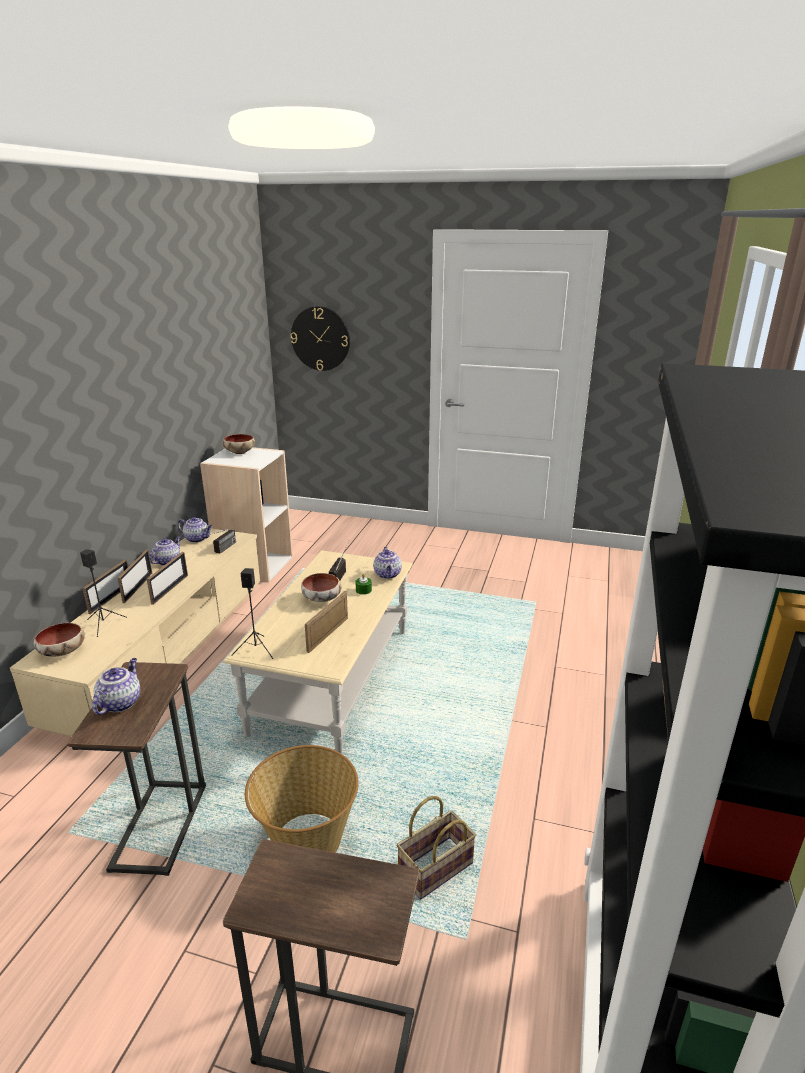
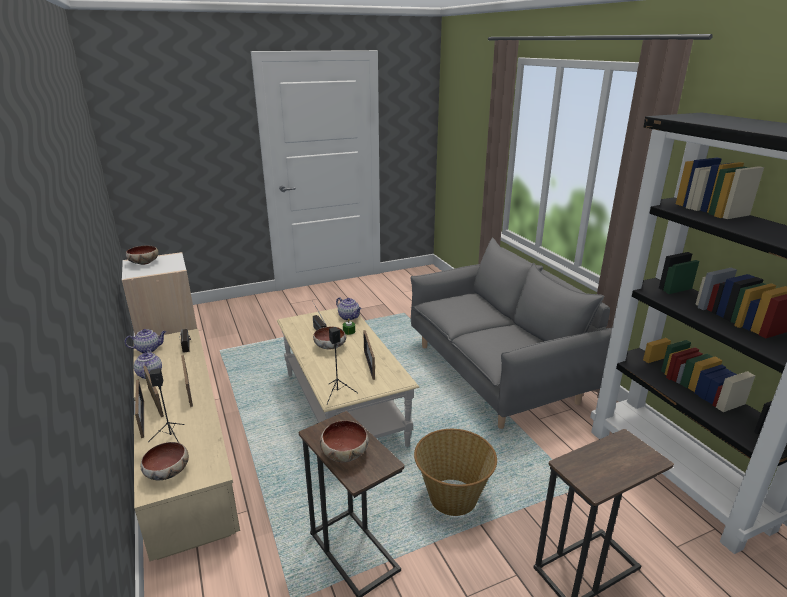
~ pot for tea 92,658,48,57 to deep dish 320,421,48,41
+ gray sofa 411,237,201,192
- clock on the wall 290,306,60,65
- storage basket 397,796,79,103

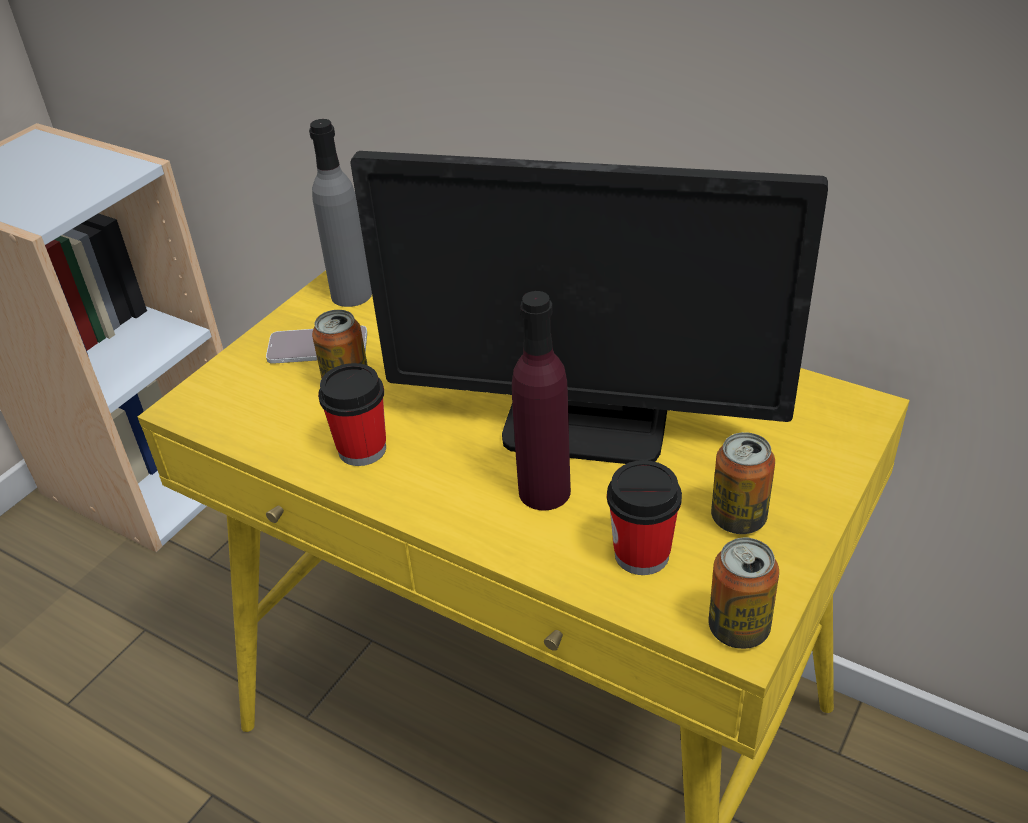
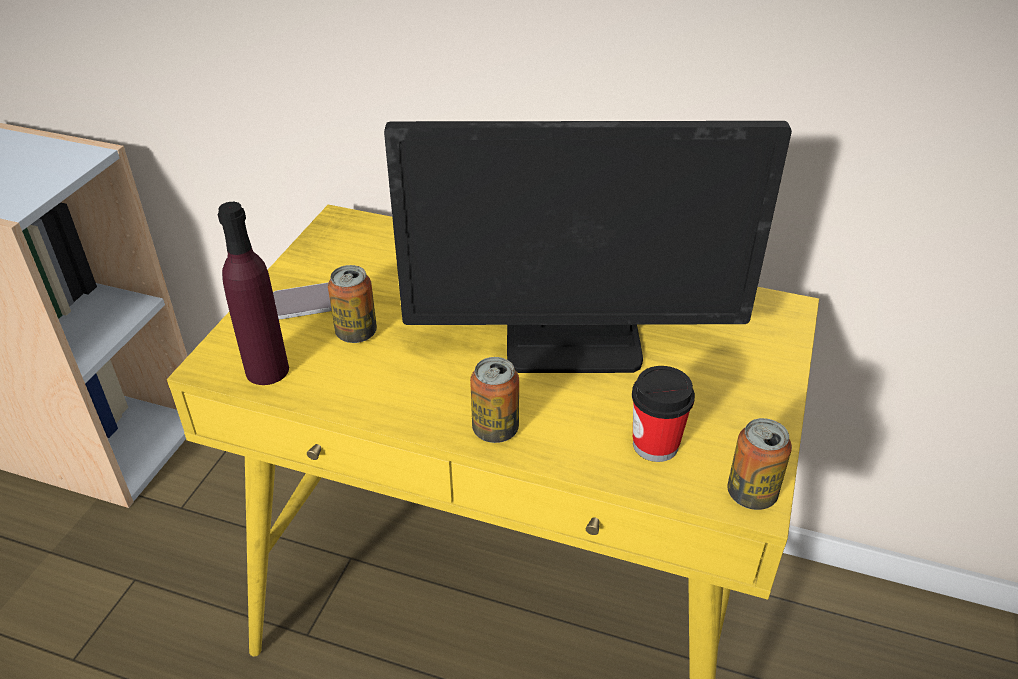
~ purple drink bottle 512,291,59,219 to 218,202,71,183
~ sealed can 711,432,64,102 to 470,357,49,86
- gray drink bottle 309,119,63,188
- drinking cup 318,363,68,103

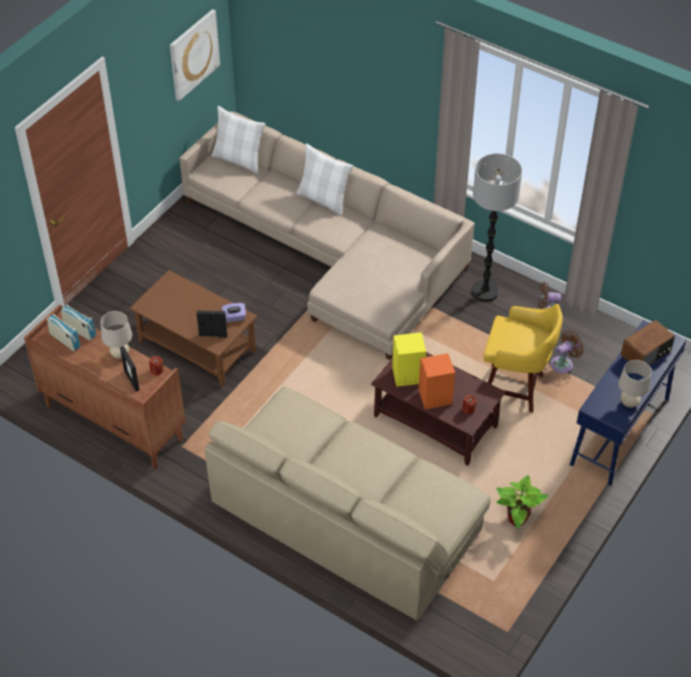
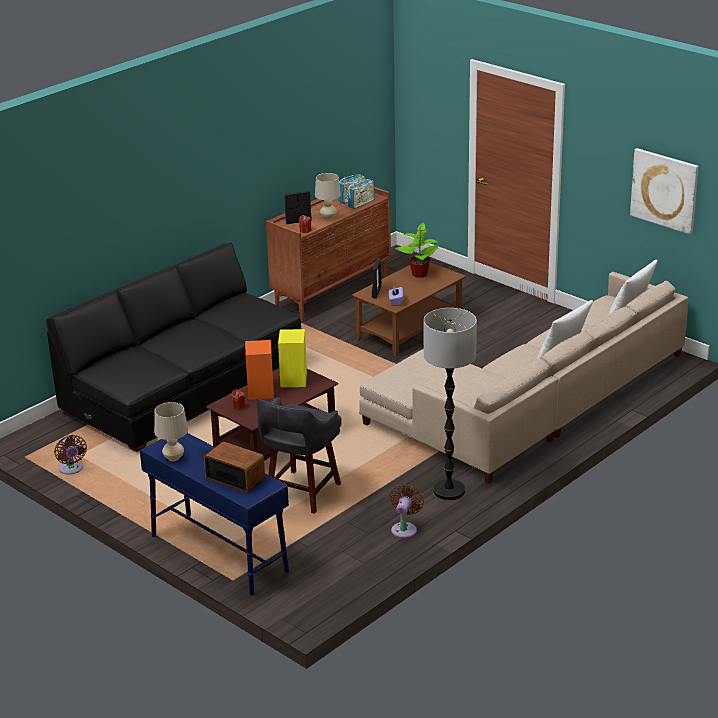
~ beige sofa 204,386,287,234 to blackish sofa 46,242,255,210
~ brown-coloured cooling fan 551,330,33,43 to 54,435,33,39
~ radio 621,320,54,46 = 204,442,61,51 150 degrees clockwise
~ yellow-coloured stool 483,304,80,109 to gray stool 256,397,86,117
~ plant in a pot 496,475,52,54 to 395,223,44,55

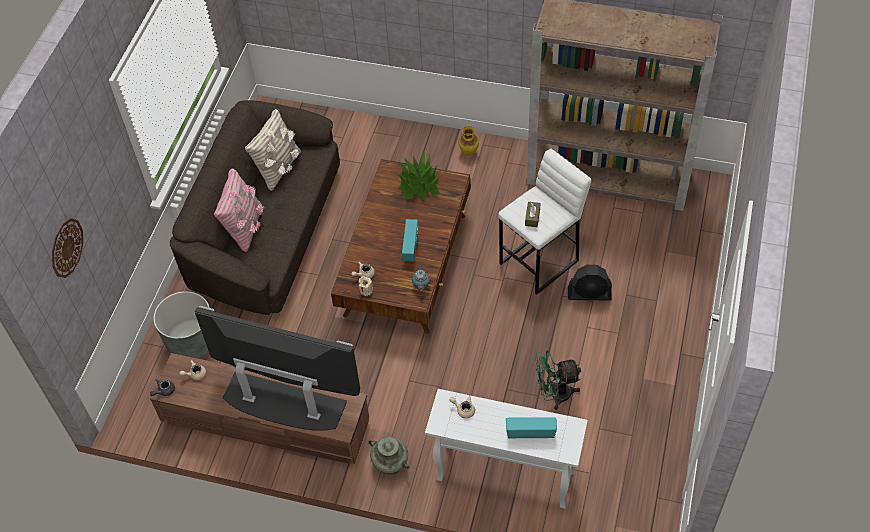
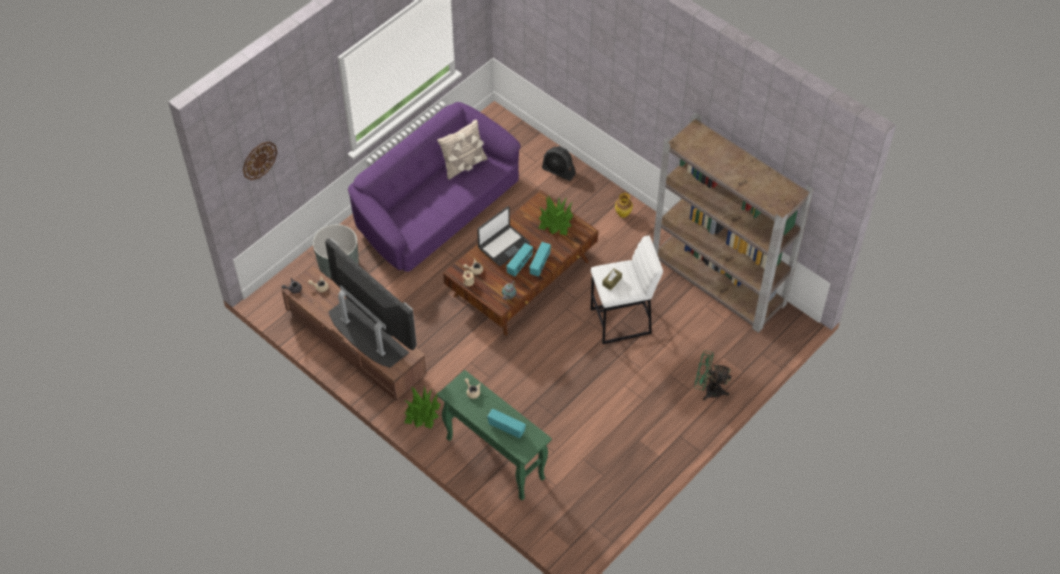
~ brown-coloured sofa 170,100,170,215 to purple sofa 348,102,173,170
~ blue-green decorative vase 369,437,41,38 to plant in a pot 404,386,37,43
~ white-coloured narrow table 425,389,163,120 to green narrow table 437,370,115,130
+ notebook computer 477,206,53,60
+ radio 529,242,22,35
~ blackish cooling fan 568,265,44,36 to 542,146,34,35
~ green cooling fan 535,350,46,60 to 695,351,37,50
- pink-coloured pillow 214,168,49,84

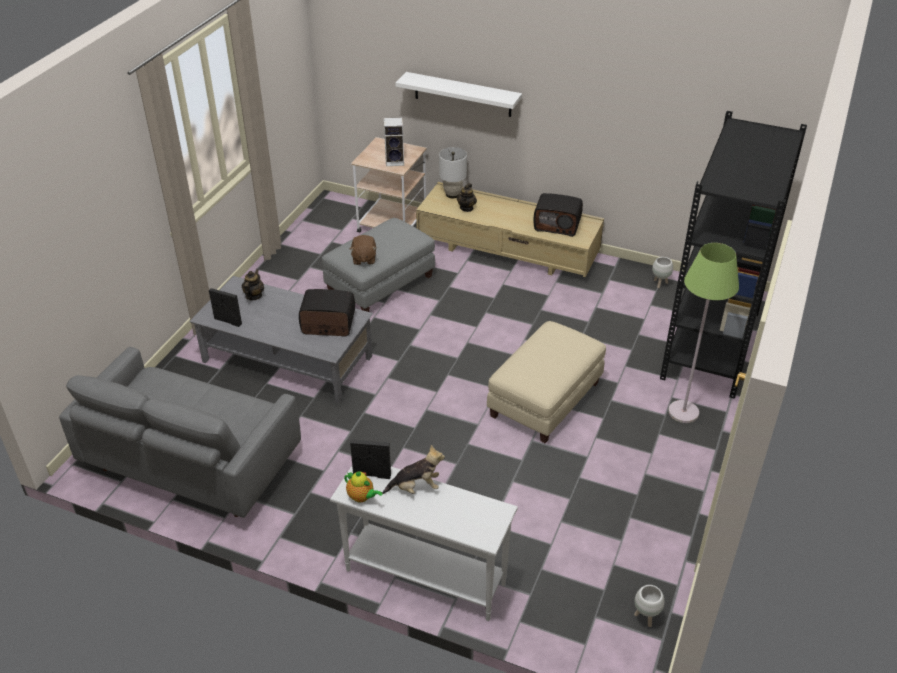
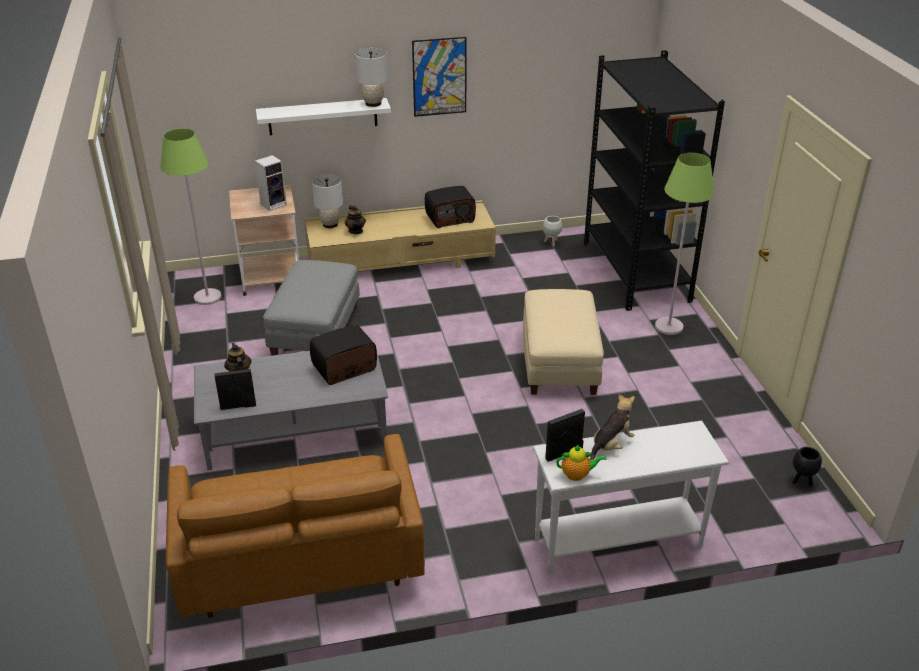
+ green floor lamp 160,128,62,177
~ gray sofa 59,347,242,171 to brown-coloured sofa 166,434,259,184
+ white-coloured lamp for a table 355,48,33,59
+ picture 412,37,55,80
~ white-coloured planter 634,585,31,42 to blackish planter 792,447,30,39
- brown-coloured soft toy 350,235,27,30

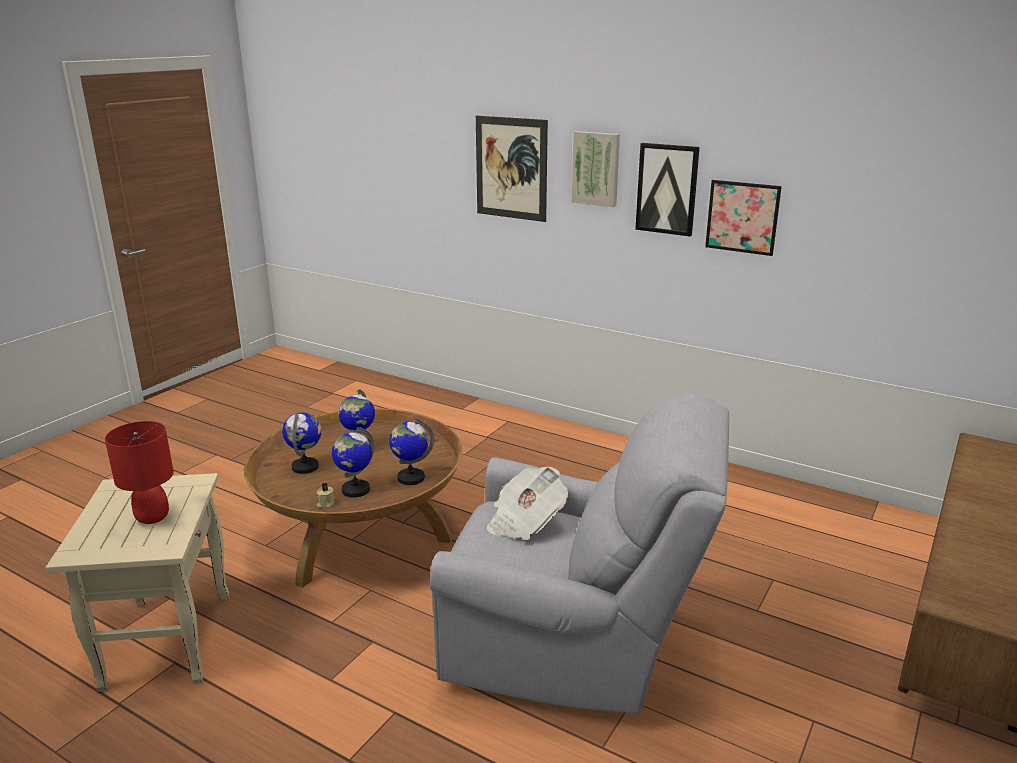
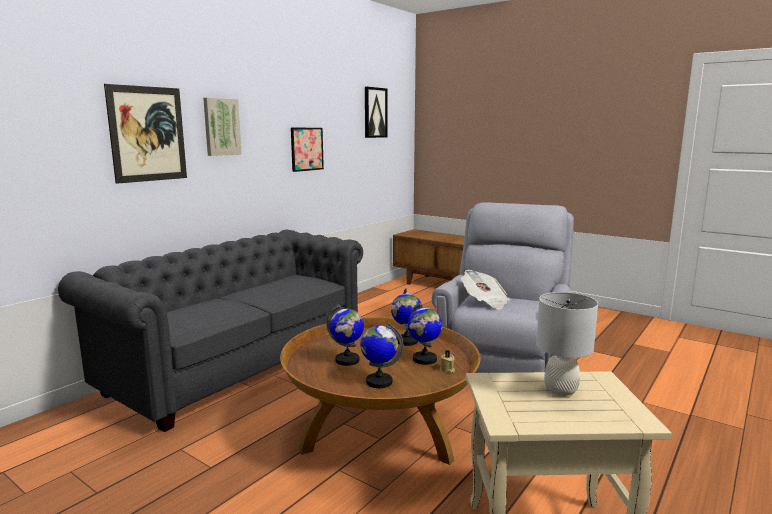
+ gray sofa 58,230,305,202
~ picture 635,143,65,93 to 365,87,22,51
~ red lamp for a table 105,421,69,103 to gray lamp for a table 536,292,62,104

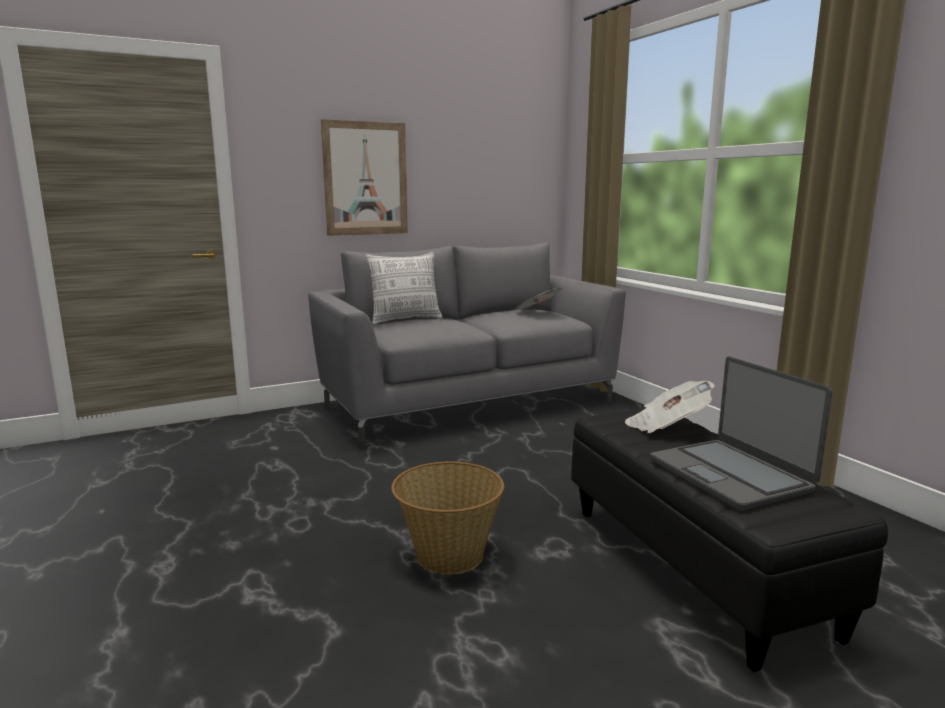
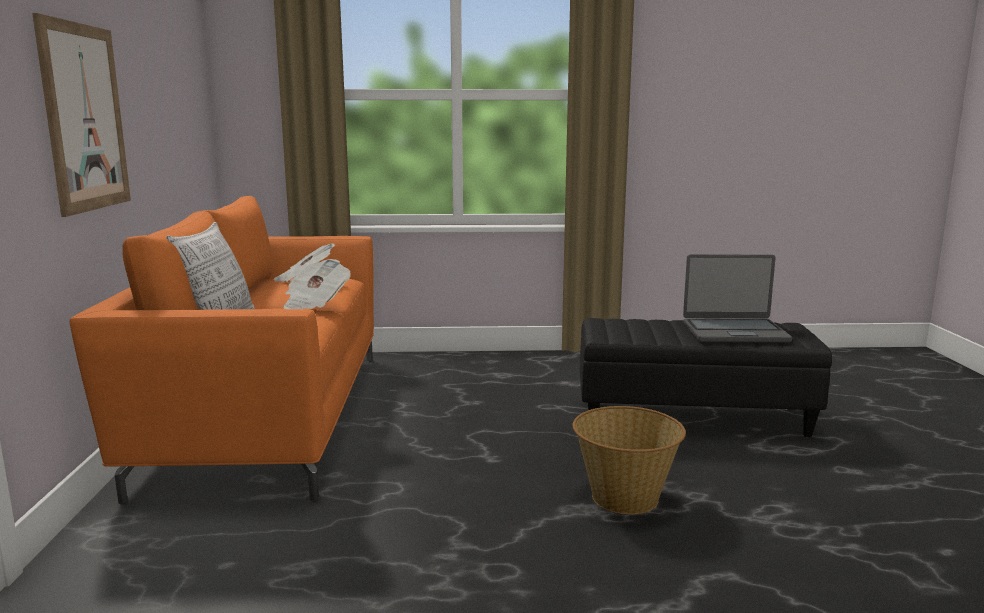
~ gray sofa 308,242,318,206 to orange-coloured sofa 70,196,304,308
~ printed paper 625,381,90,52 to 283,259,68,50

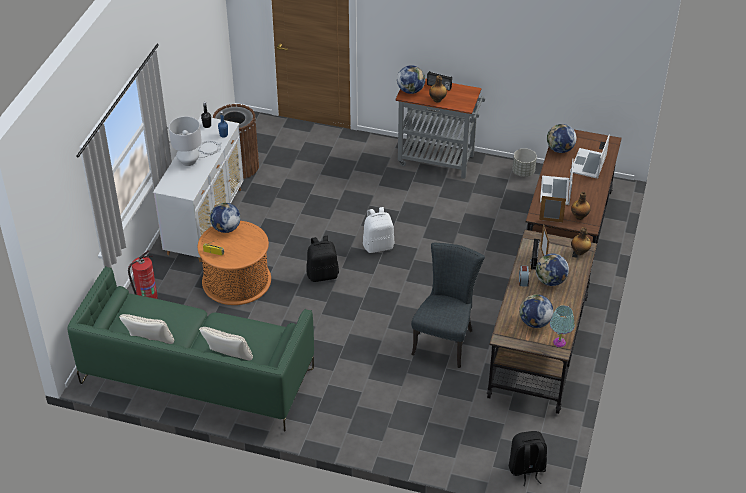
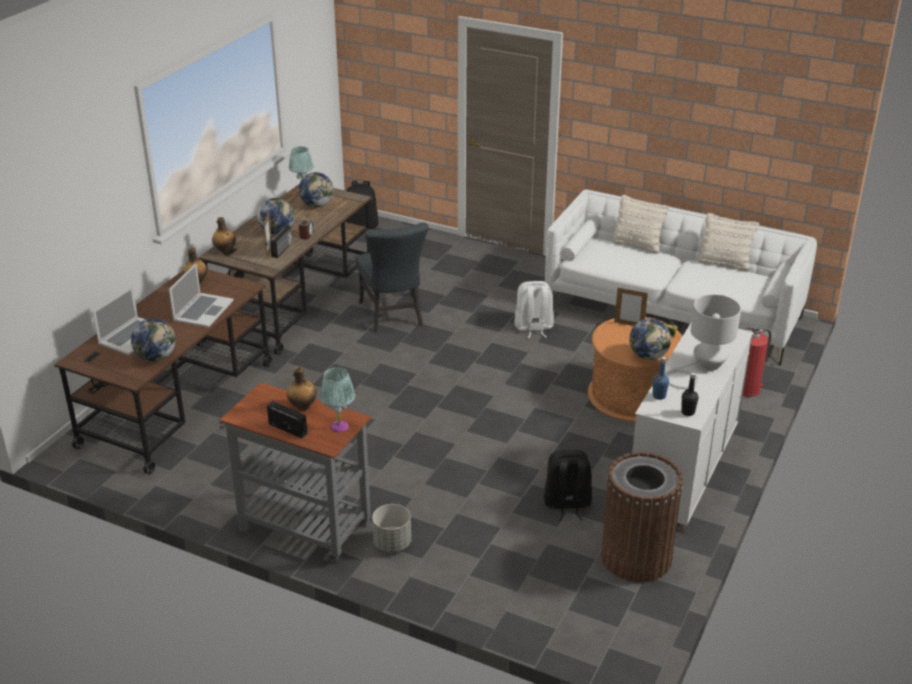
~ world globe 397,65,28,29 to blue-green lamp for a table 320,367,35,66
~ gray upright chair 411,243,74,125 = 355,223,74,110 45 degrees counterclockwise
~ gray planter 513,148,24,29 to 372,504,39,48
~ white-coloured knapsack 363,207,32,46 to 514,281,40,57
~ blackish knapsack 307,236,32,46 to 544,450,48,71
~ green sofa 67,266,247,166 to white-coloured sofa 545,189,272,177
~ photo frame 539,196,27,27 to 615,288,33,38

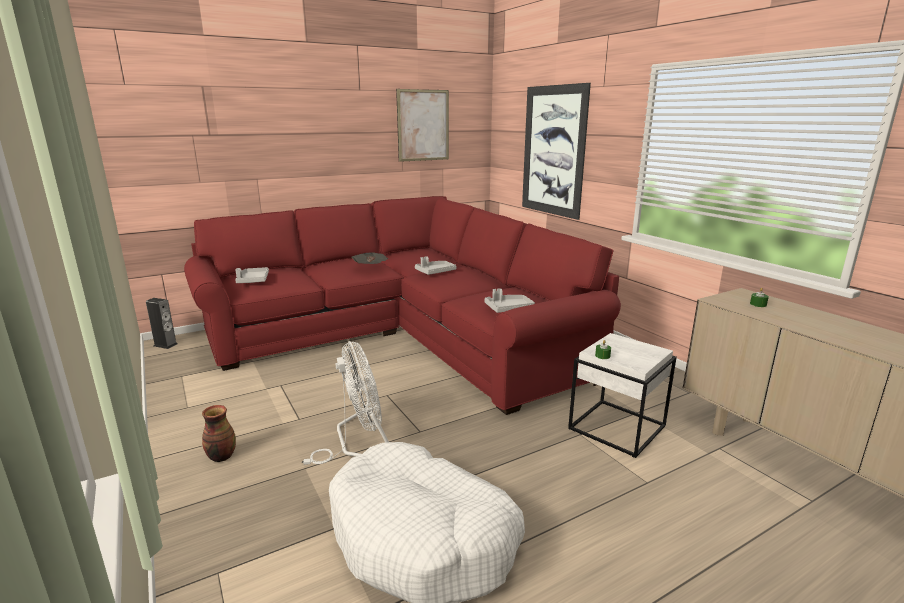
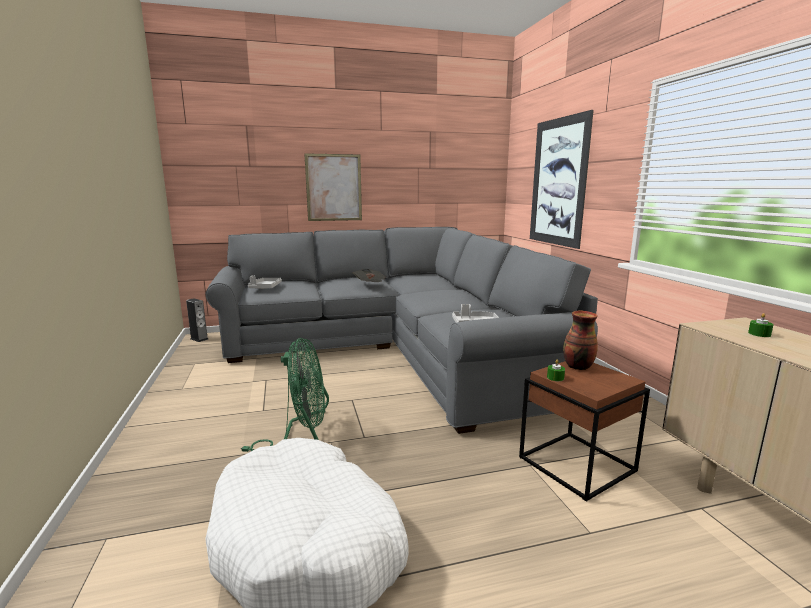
~ red sofa 184,196,437,219 to gray sofa 206,227,392,207
~ white-coloured cooling fan 301,341,88,124 to green cooling fan 240,338,89,114
~ picture 396,89,53,73 to 304,153,58,68
~ white-coloured accent table 568,333,109,125 to brown-coloured accent table 519,361,131,141
~ decorative vase 202,405,34,57 to 563,311,35,59
- gray carrying tray 415,256,41,19

